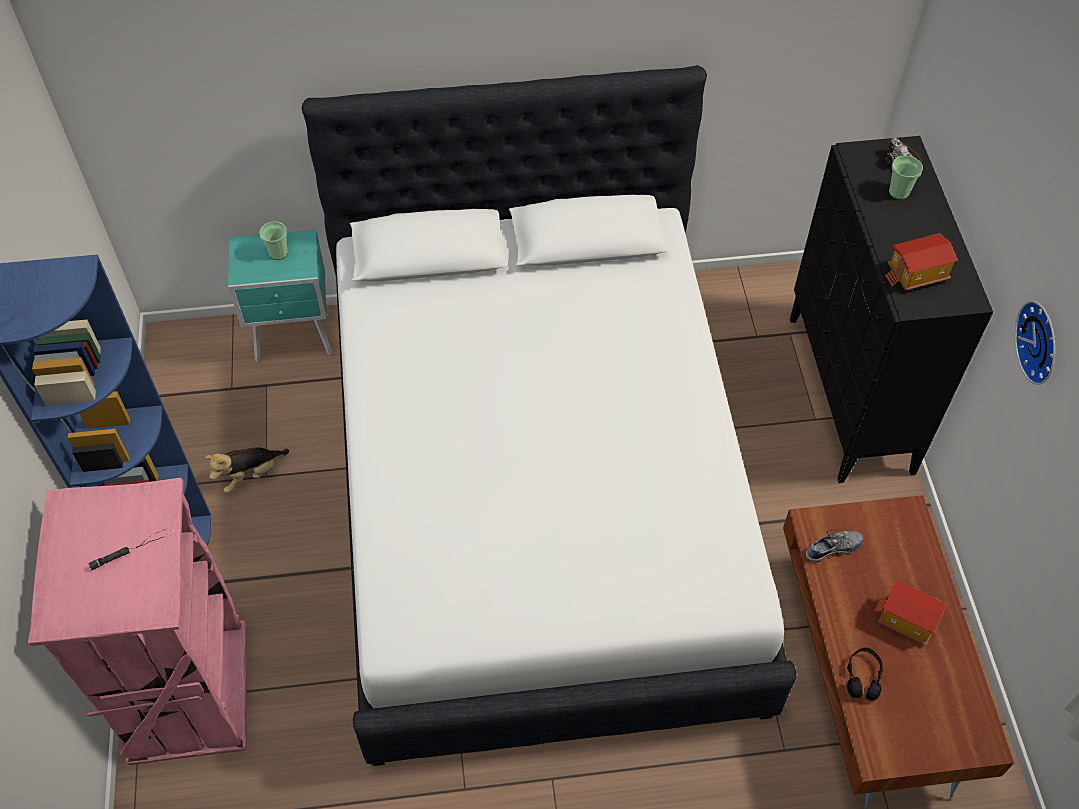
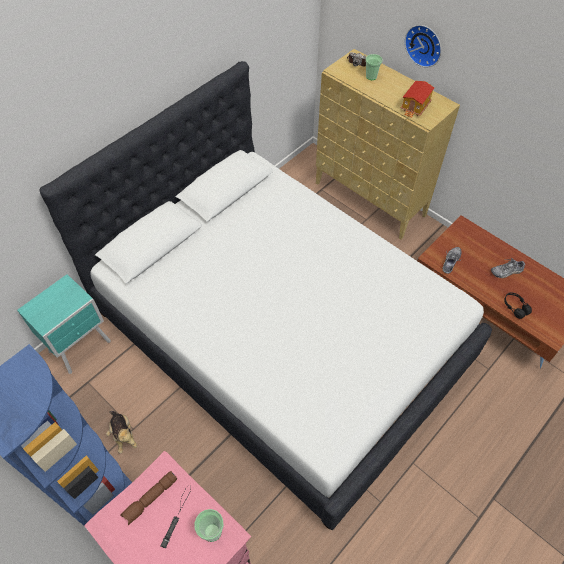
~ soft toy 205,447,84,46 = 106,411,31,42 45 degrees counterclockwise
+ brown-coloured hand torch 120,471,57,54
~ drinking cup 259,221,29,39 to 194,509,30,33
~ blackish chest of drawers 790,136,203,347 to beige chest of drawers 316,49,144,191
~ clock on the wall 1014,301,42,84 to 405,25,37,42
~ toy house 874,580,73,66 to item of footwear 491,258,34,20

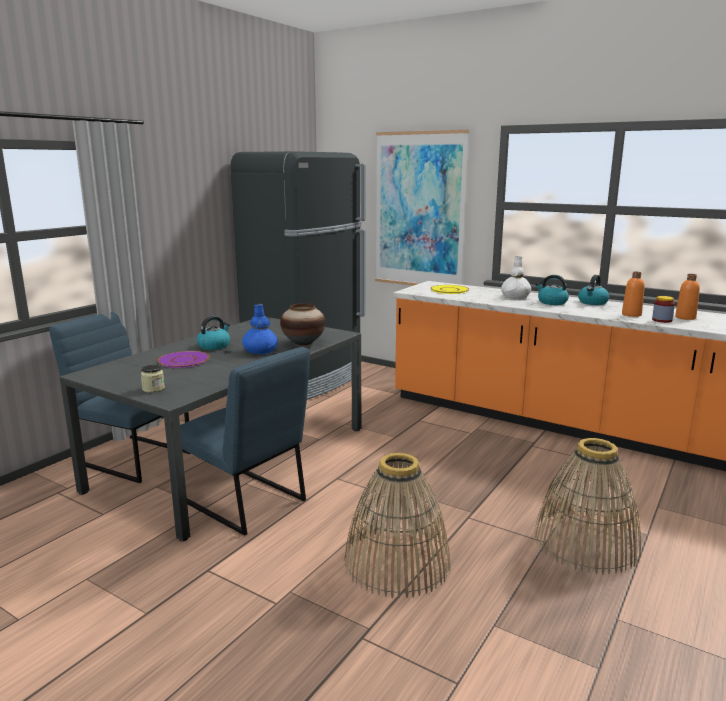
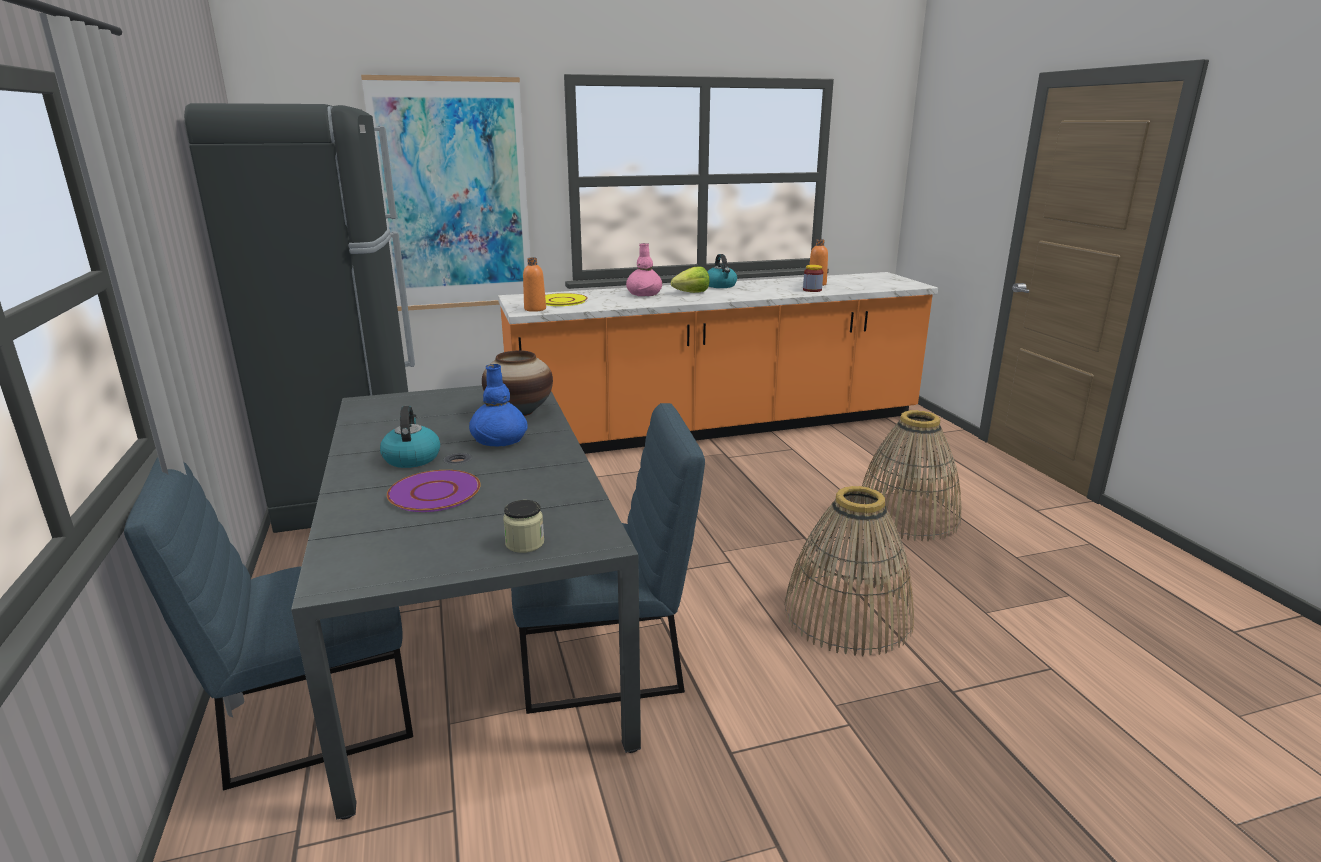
~ orange-coloured drink bottle 622,272,23,45 to 523,258,23,54
~ white-coloured decorative vase 501,256,30,43 to pink-coloured decorative vase 626,243,36,53
~ tea kettle 536,275,33,30 to head of lettuce 671,267,38,26

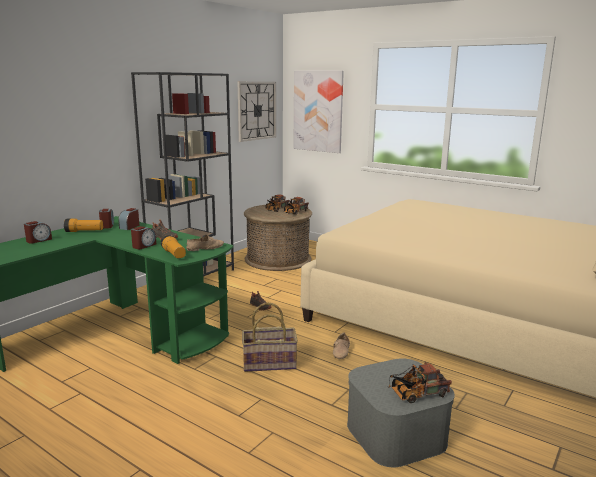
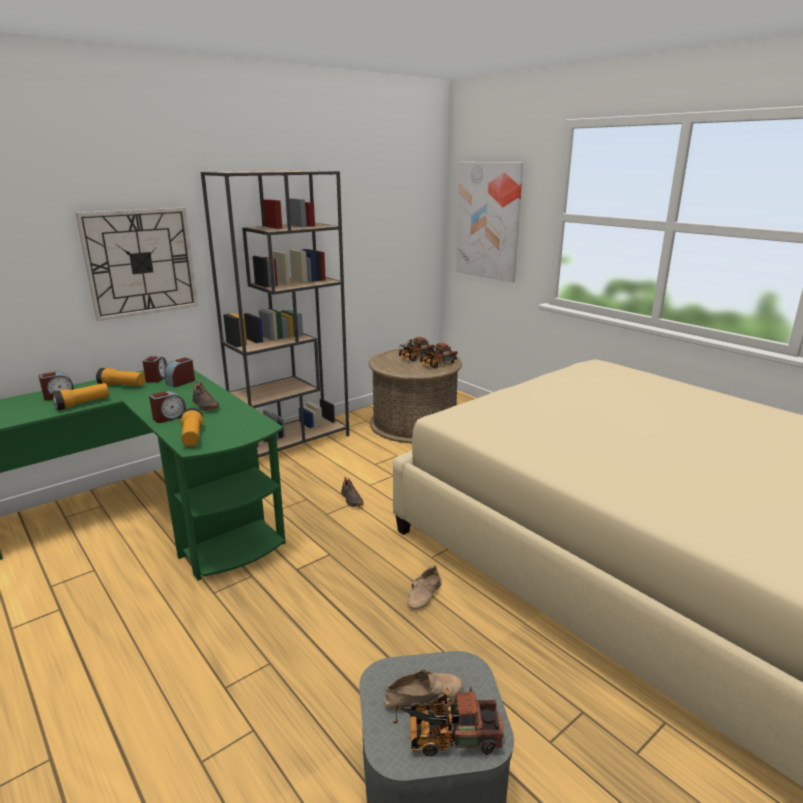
+ hand torch 52,383,57,28
~ clock on the wall 238,82,38,60 to 76,207,122,114
~ beige item of footwear 186,234,38,17 to 384,670,78,41
- storage basket 242,302,56,70

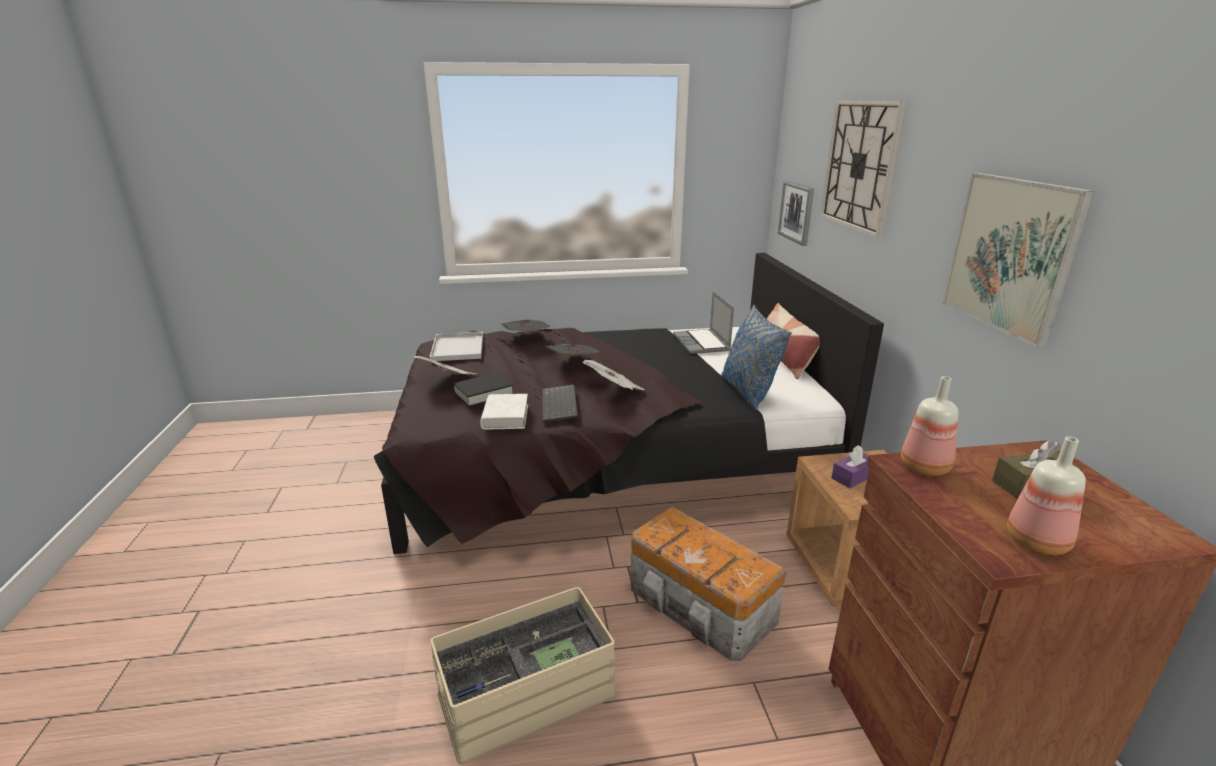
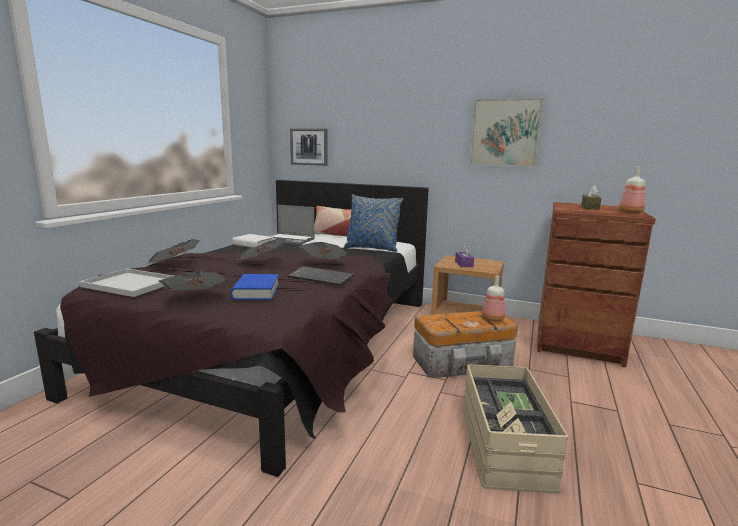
~ blackish book 453,373,61,34 to blue book 231,274,48,26
~ white-coloured book 480,394,48,36 to 233,234,40,14
~ drink bottle 901,376,57,100 to 482,275,23,47
- clock on the wall 820,100,87,139

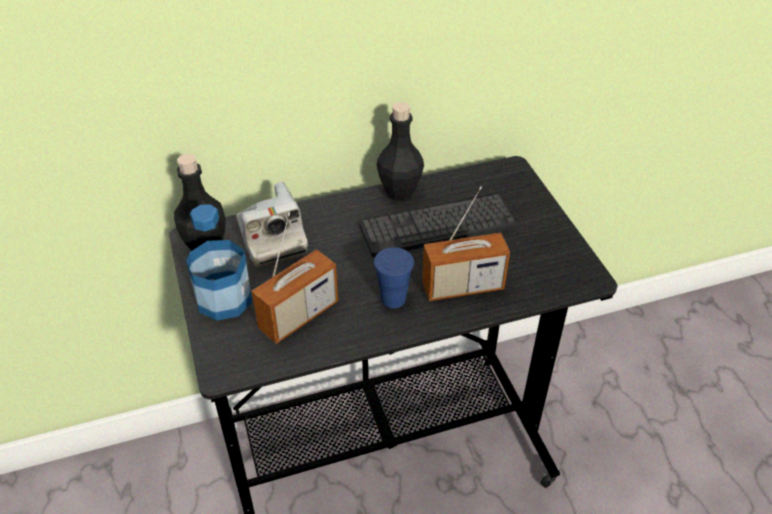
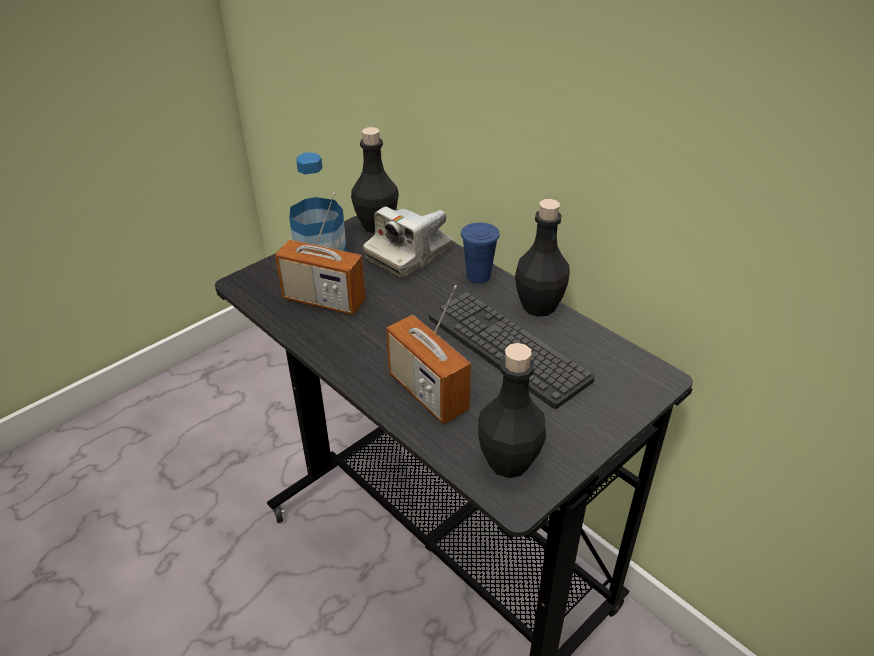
~ blue drinking cup 374,247,40,61 to 461,222,39,62
+ blackish drink bottle 478,343,68,135

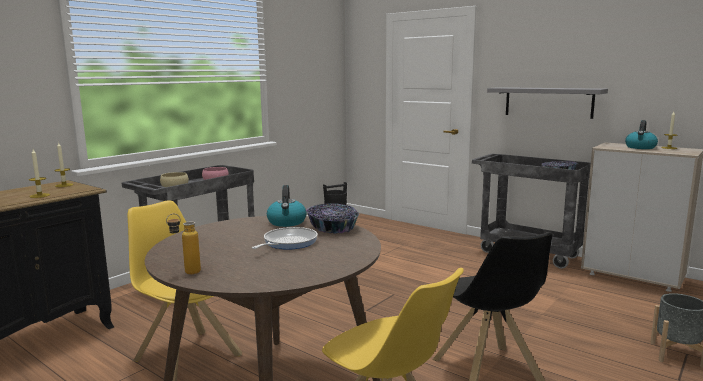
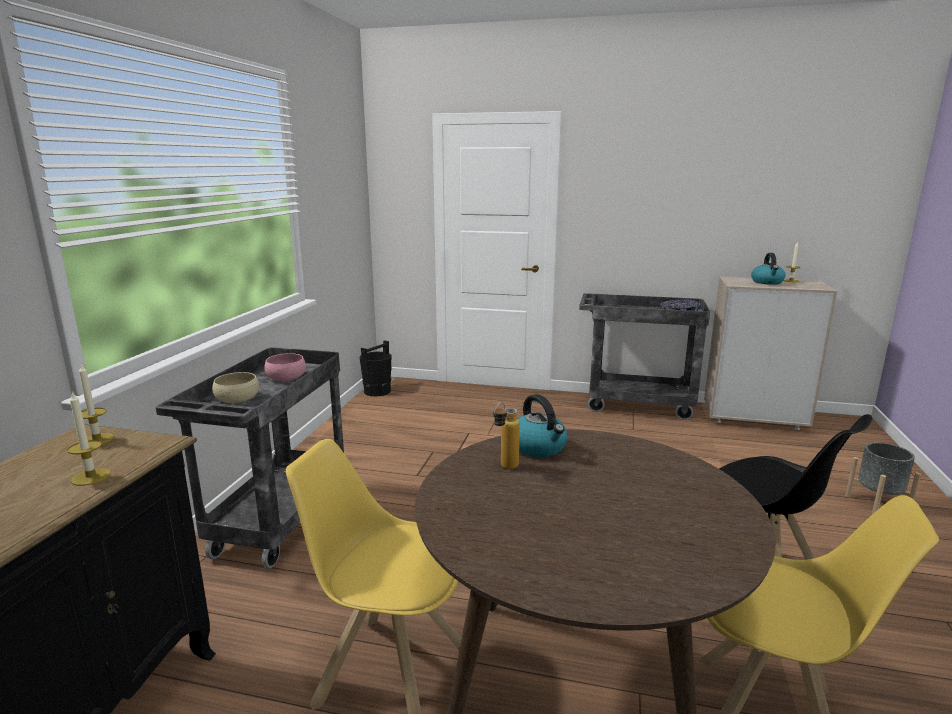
~ drink bottle 166,213,35,61 to 493,402,27,67
- skillet 252,227,66,23
- deep dish 306,204,53,30
- gray wall shelf 487,87,121,32

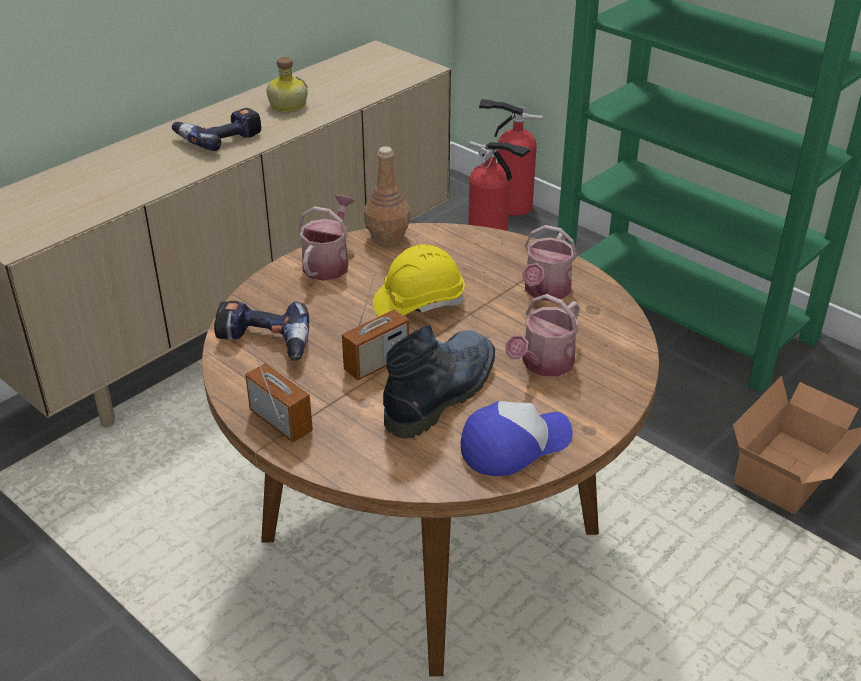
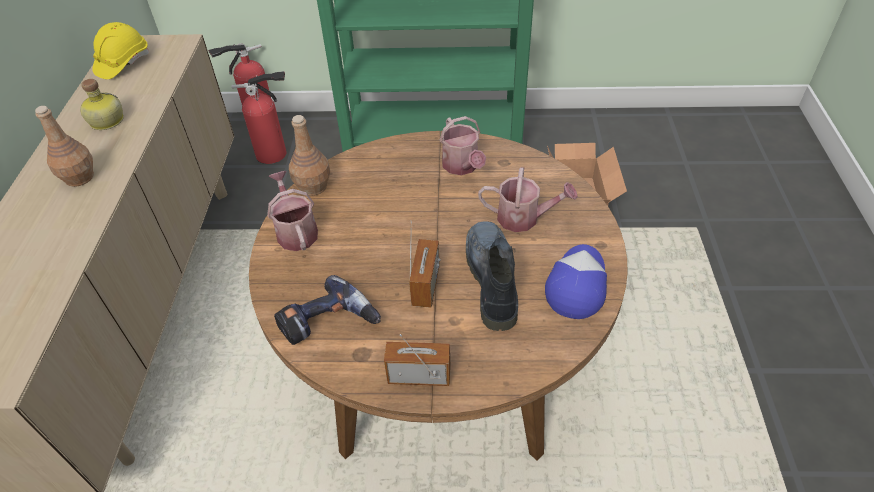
~ power drill 172,108,89,43 to brown-coloured drink bottle 35,106,59,81
~ yellow-coloured hard hat 373,245,92,71 to 92,22,57,57
~ watering pot 505,294,75,82 = 478,167,100,65 75 degrees counterclockwise

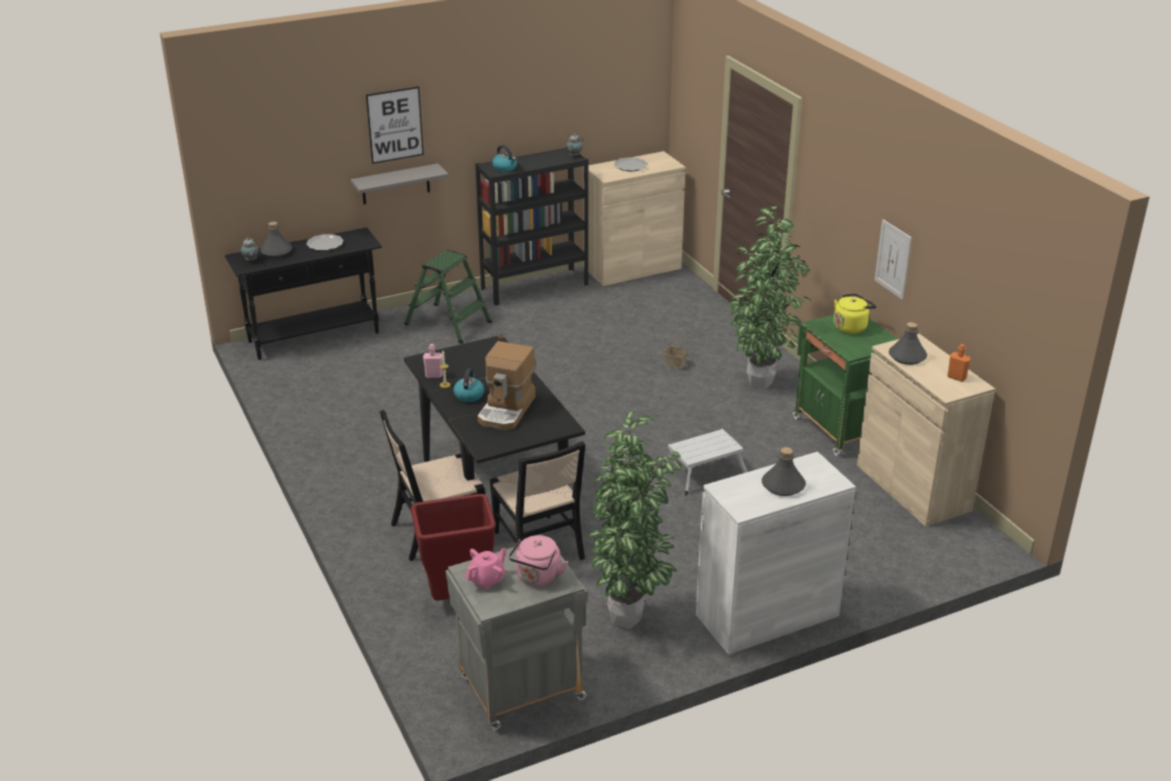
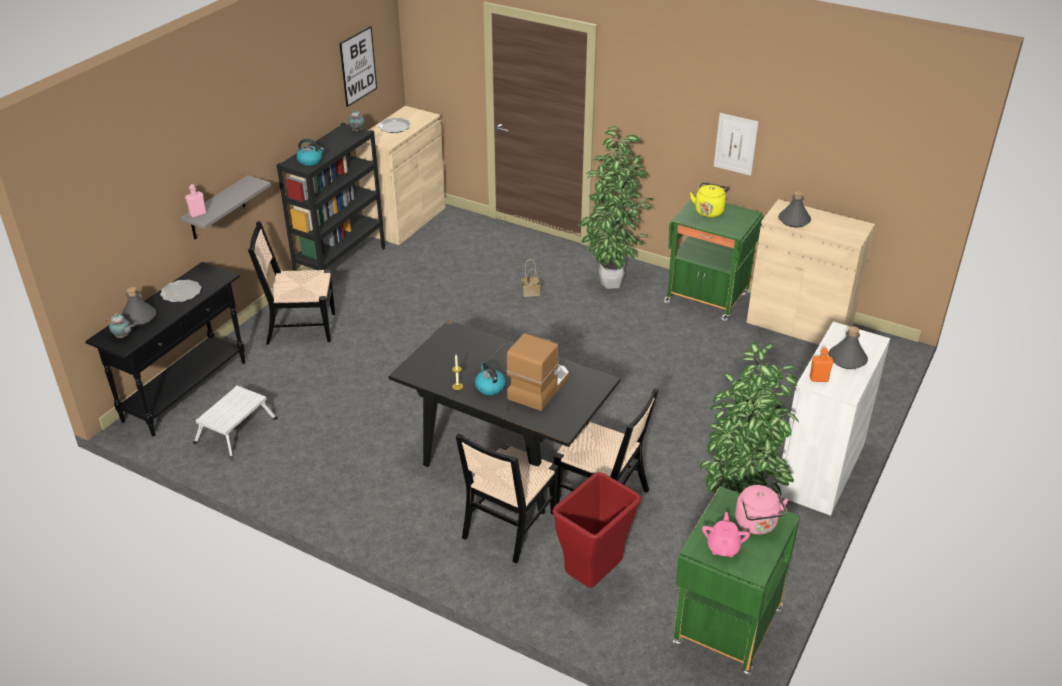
~ pink-coloured drink bottle 423,344,20,34 to 185,184,21,34
~ white-coloured stepladder 659,429,88,67 to 193,385,85,75
~ green stepladder 404,249,89,95 to upright chair 248,221,87,124
~ picture 366,86,58,78 to 340,26,37,81
~ coffee maker 477,341,59,89 = 506,333,63,78 135 degrees counterclockwise
~ gray cart 445,546,142,185 to green cart 673,486,127,190
~ orange-coloured drink bottle 947,344,24,38 to 810,347,24,35

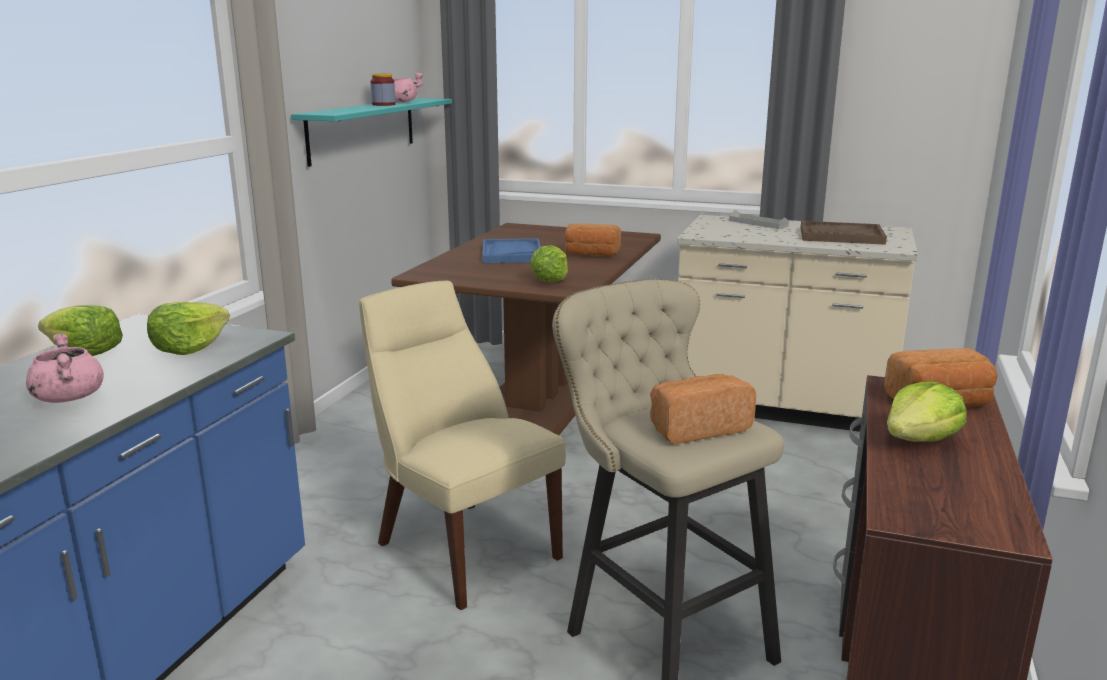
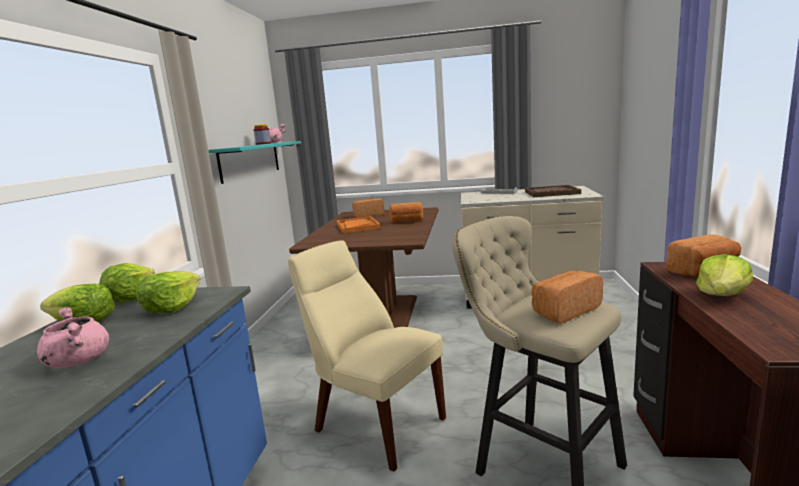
~ head of lettuce 530,245,38,37 to 99,263,56,40
~ blue carrying tray 482,238,59,25 to orange-coloured carrying tray 337,216,44,17
+ bakery bread 352,199,33,19

